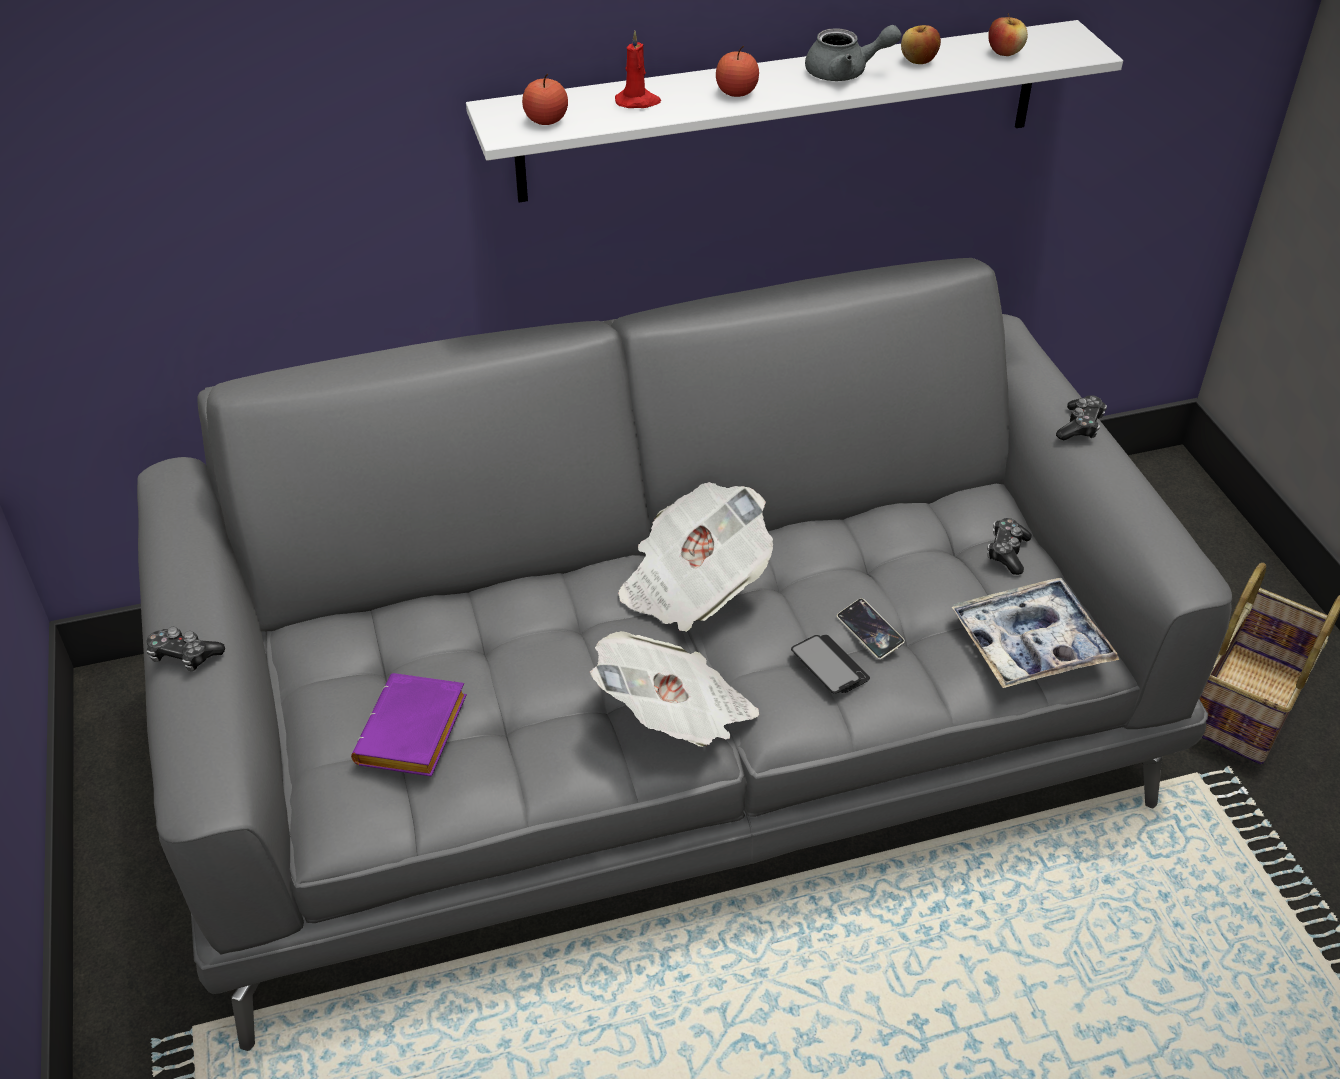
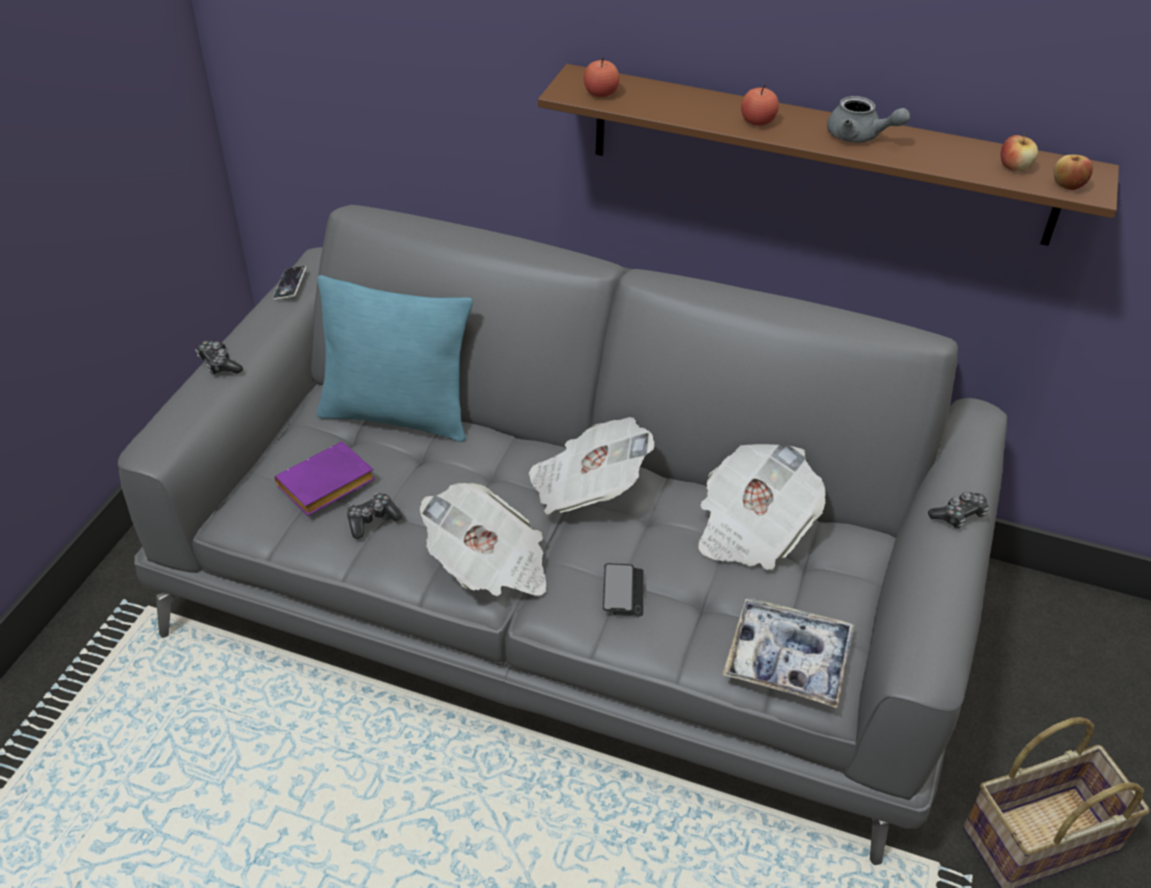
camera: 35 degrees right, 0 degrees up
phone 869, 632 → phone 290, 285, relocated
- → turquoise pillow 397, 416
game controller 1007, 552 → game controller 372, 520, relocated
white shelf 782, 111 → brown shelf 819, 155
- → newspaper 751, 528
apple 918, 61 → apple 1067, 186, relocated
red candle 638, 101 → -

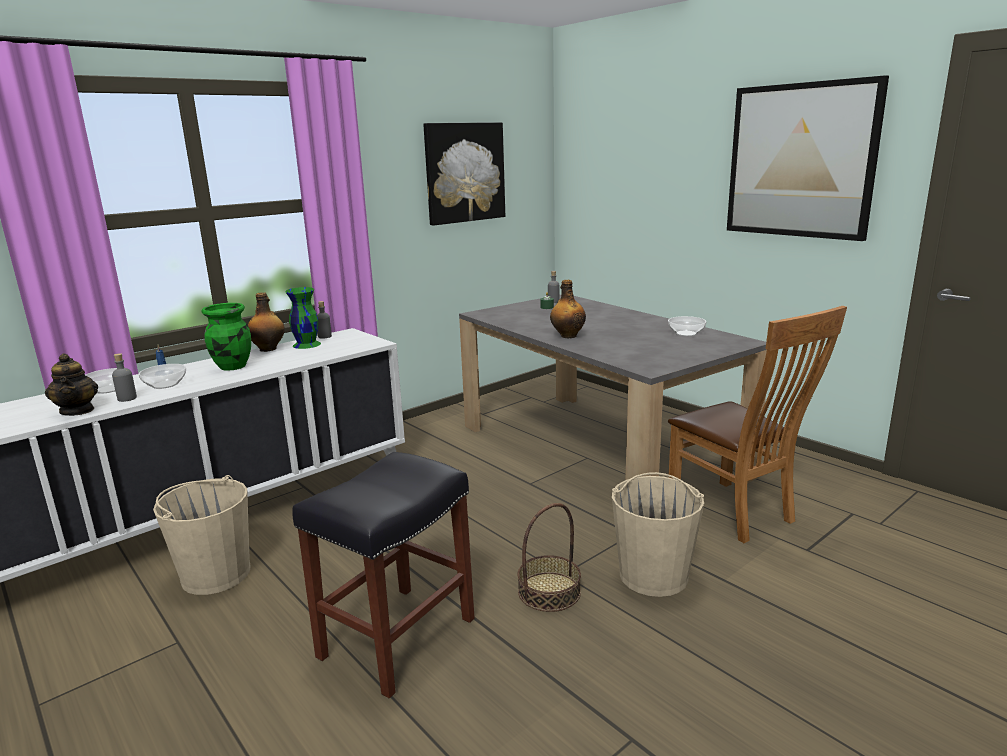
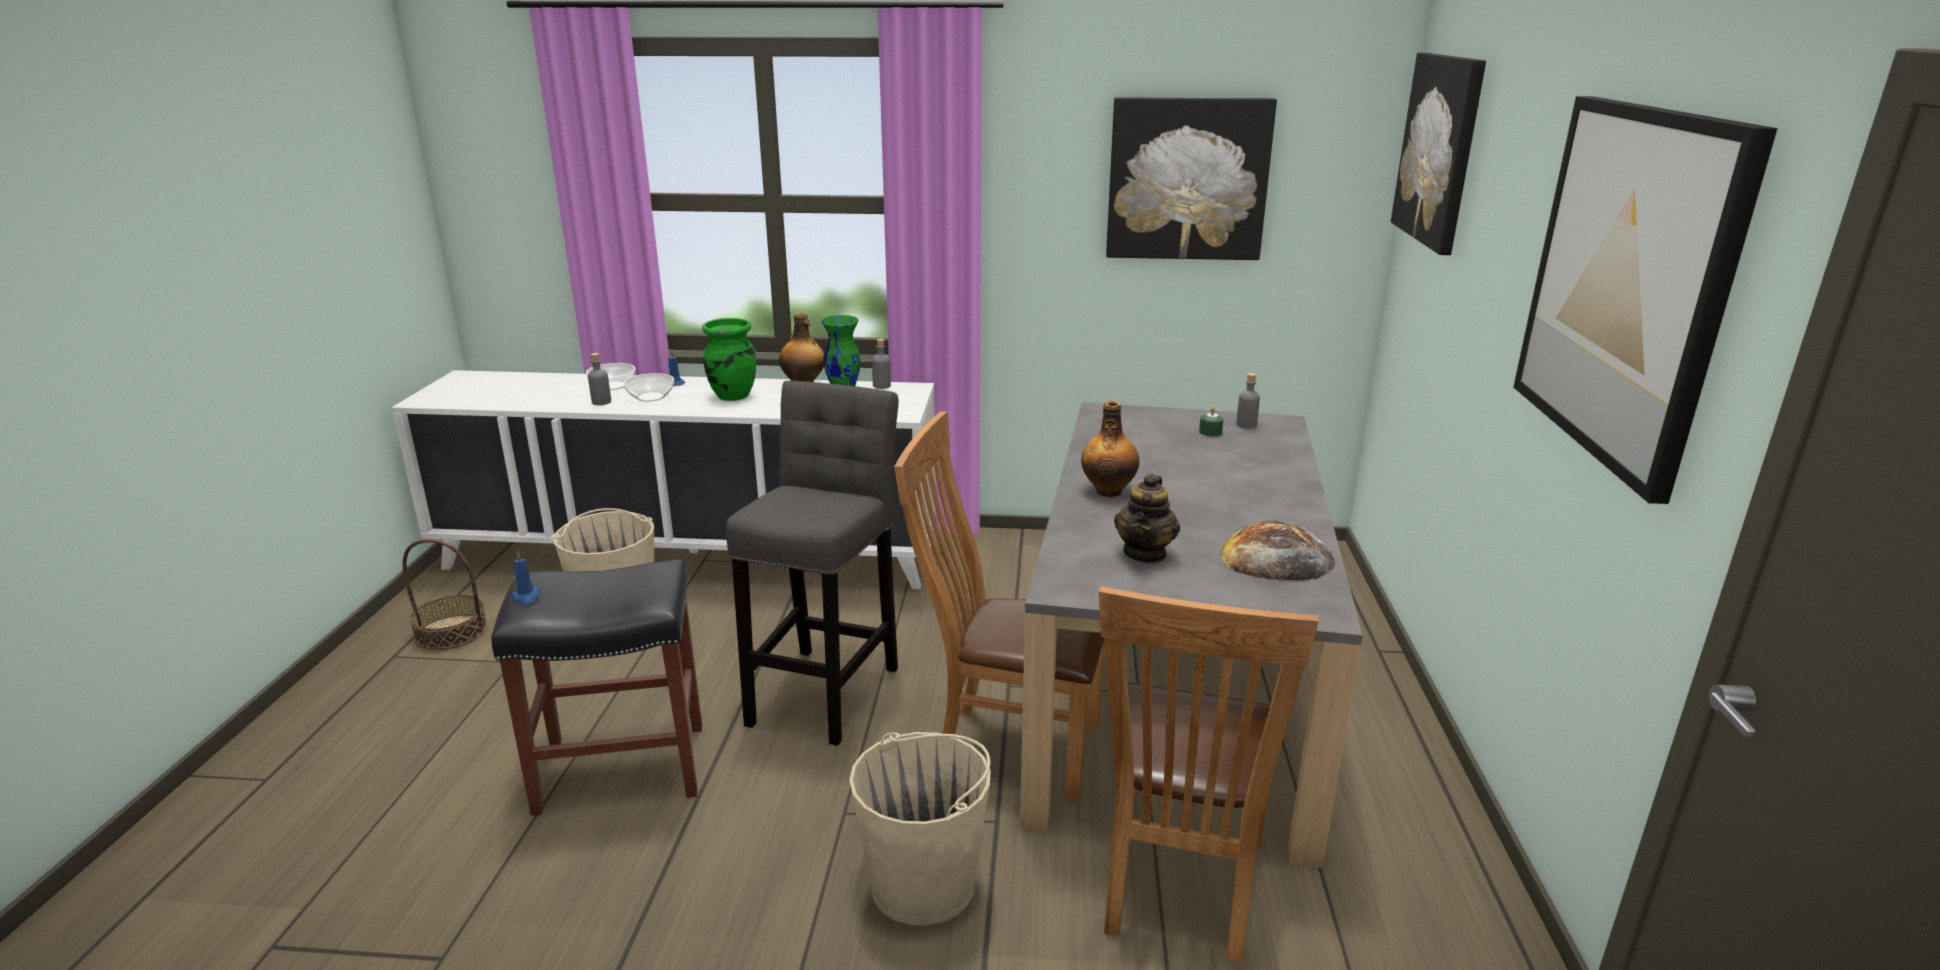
camera: 45 degrees right, 5 degrees up
basket 549, 591 → basket 451, 632, relocated
- → blue candle 526, 597
- → grey stool 827, 690
- → brown chair 1007, 747
teapot 77, 411 → teapot 1145, 553, relocated
bowl 687, 333 → bread 1276, 558
- → picture 1440, 150

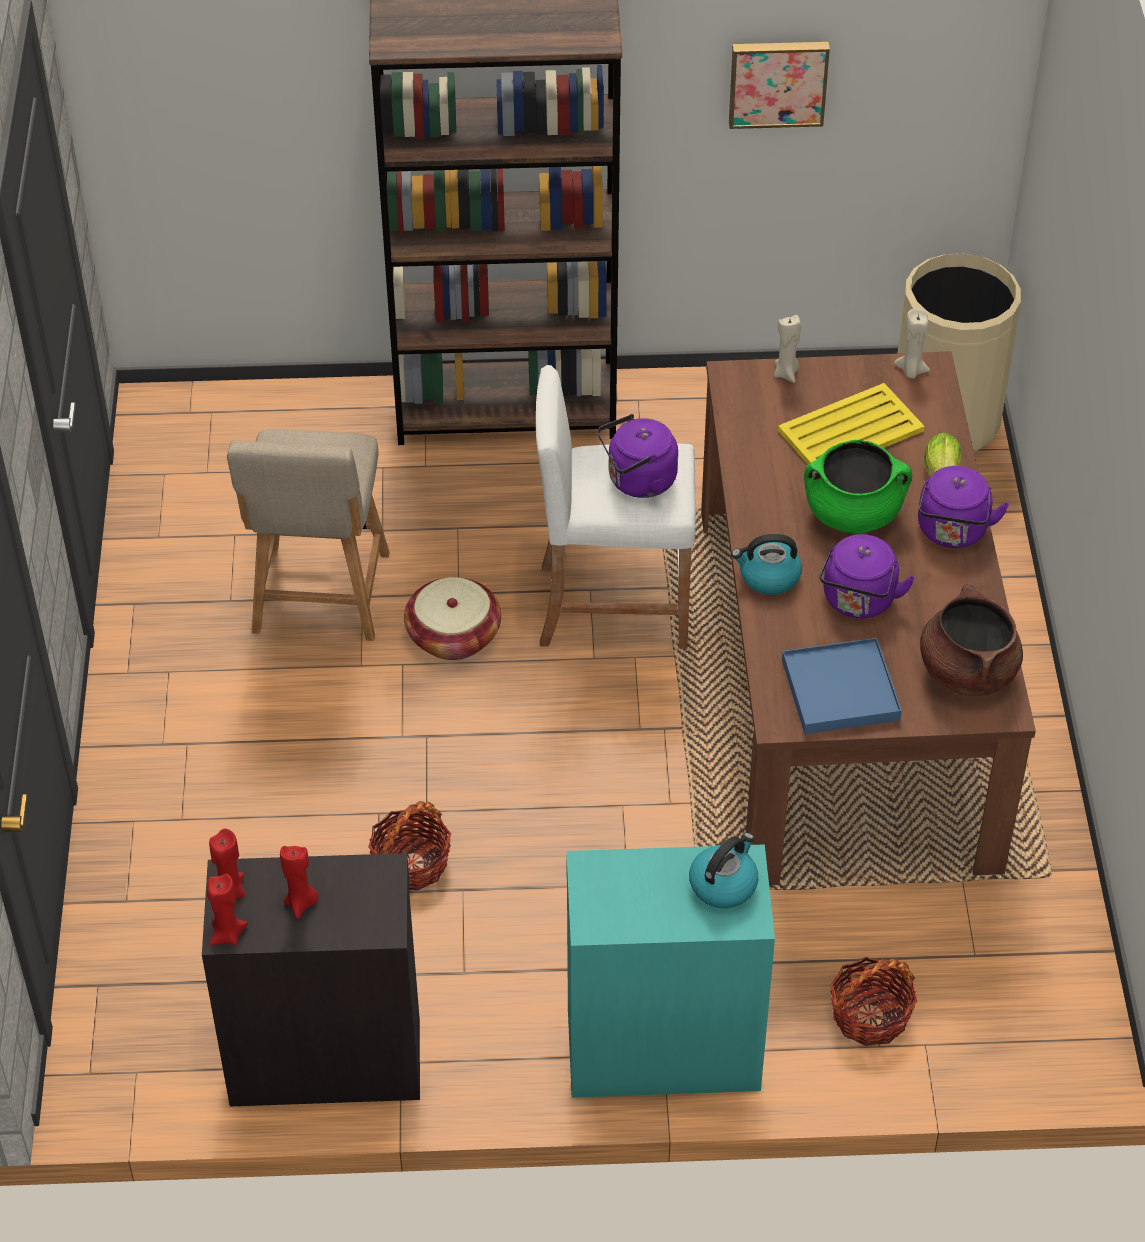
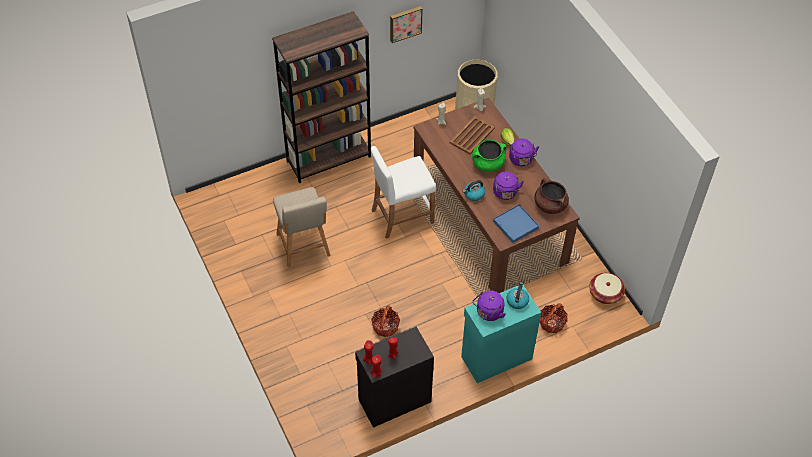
camera: 25 degrees left, 5 degrees up
yellow tray 849, 431 → brown tray 471, 136
purple kettle 638, 481 → purple kettle 488, 313, relocated
basket 453, 636 → basket 605, 294, relocated

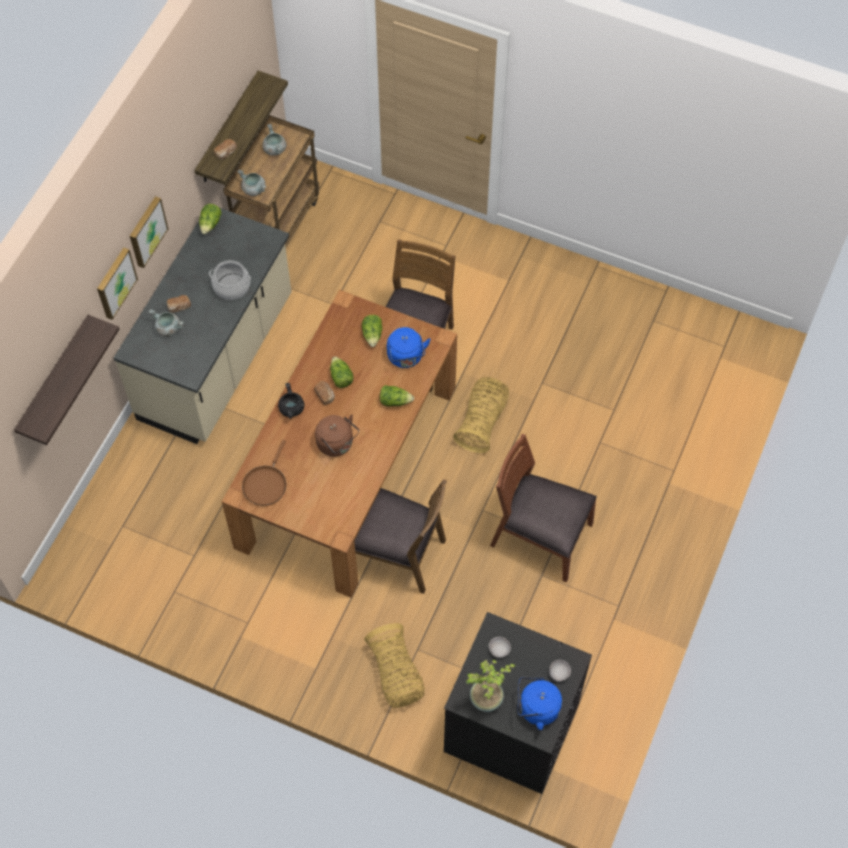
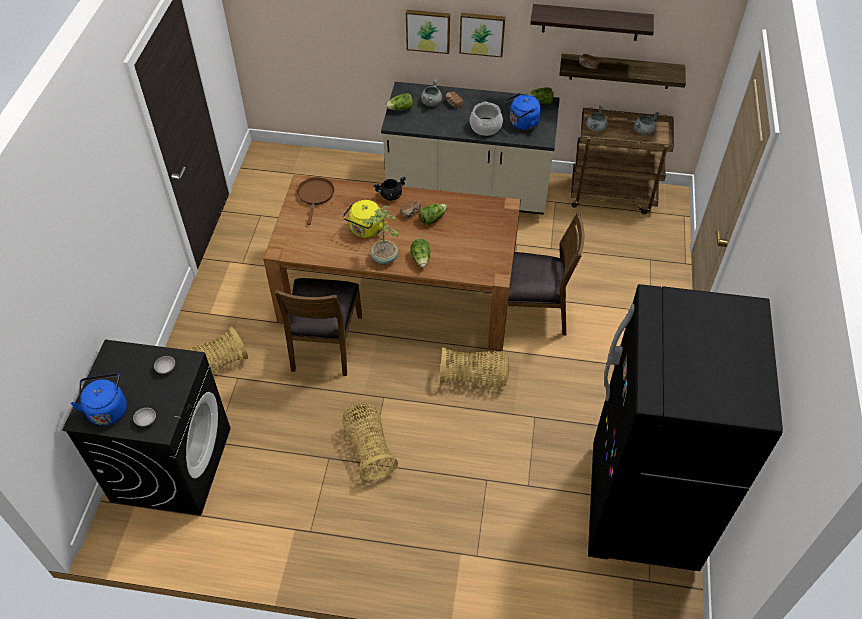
camera: 75 degrees right, 10 degrees down
brown frying pan 266, 484 → brown frying pan 315, 195, 90 degrees clockwise
brown chair 540, 536 → basket 369, 448
brown kettle 337, 444 → yellow kettle 365, 230
potted plant 487, 699 → potted plant 384, 258, relocated
lettuce 372, 335 → lettuce 400, 109, relocated
blue kettle 406, 357 → blue kettle 522, 123, relocated
shelf 55, 380 → shelf 590, 22, relocated
- → black fridge 642, 507

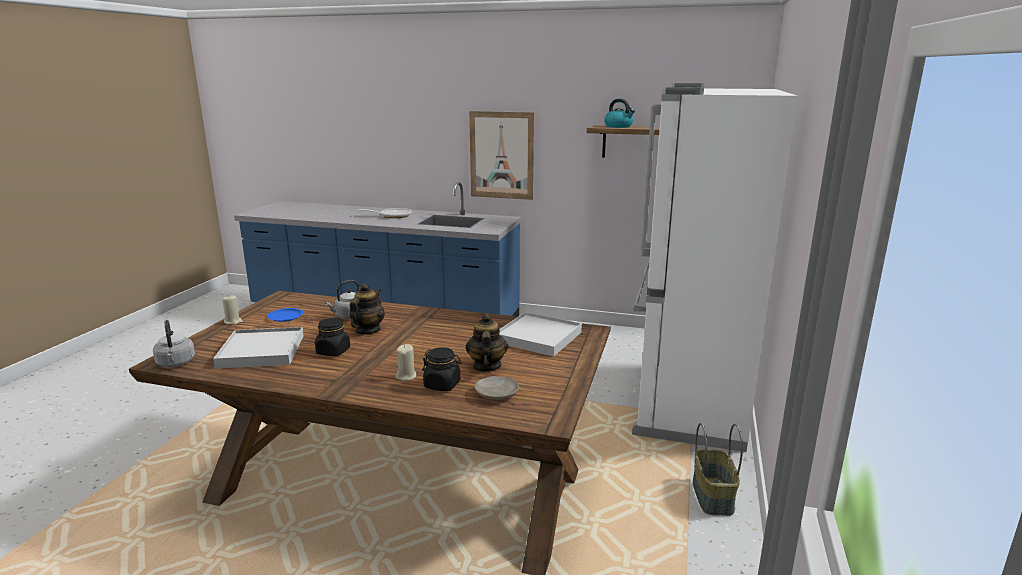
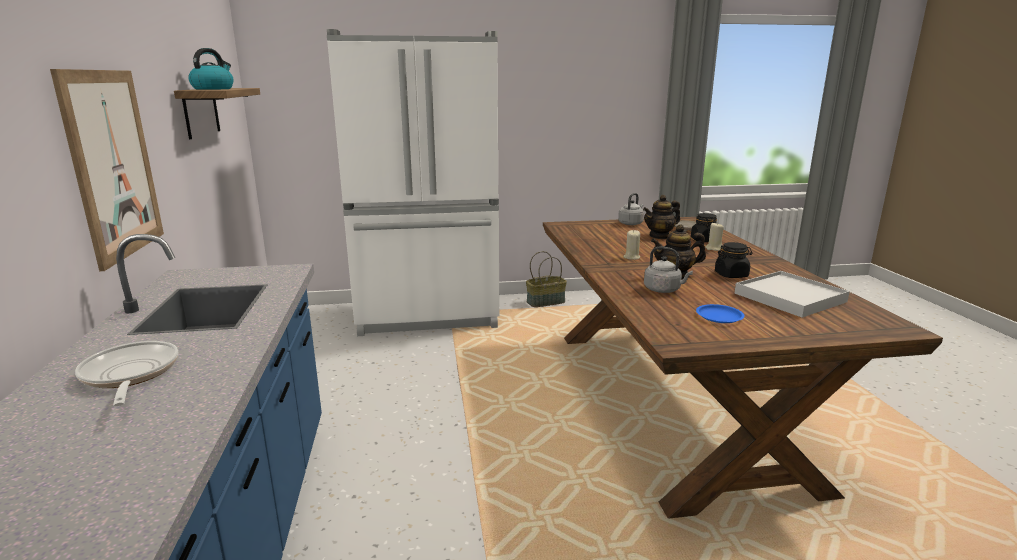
camera: 115 degrees left, 0 degrees up
grey kettle 176, 364 → grey kettle 631, 223, relocated
beige candle 233, 321 → beige candle 631, 257, relocated
white tray 538, 337 → -

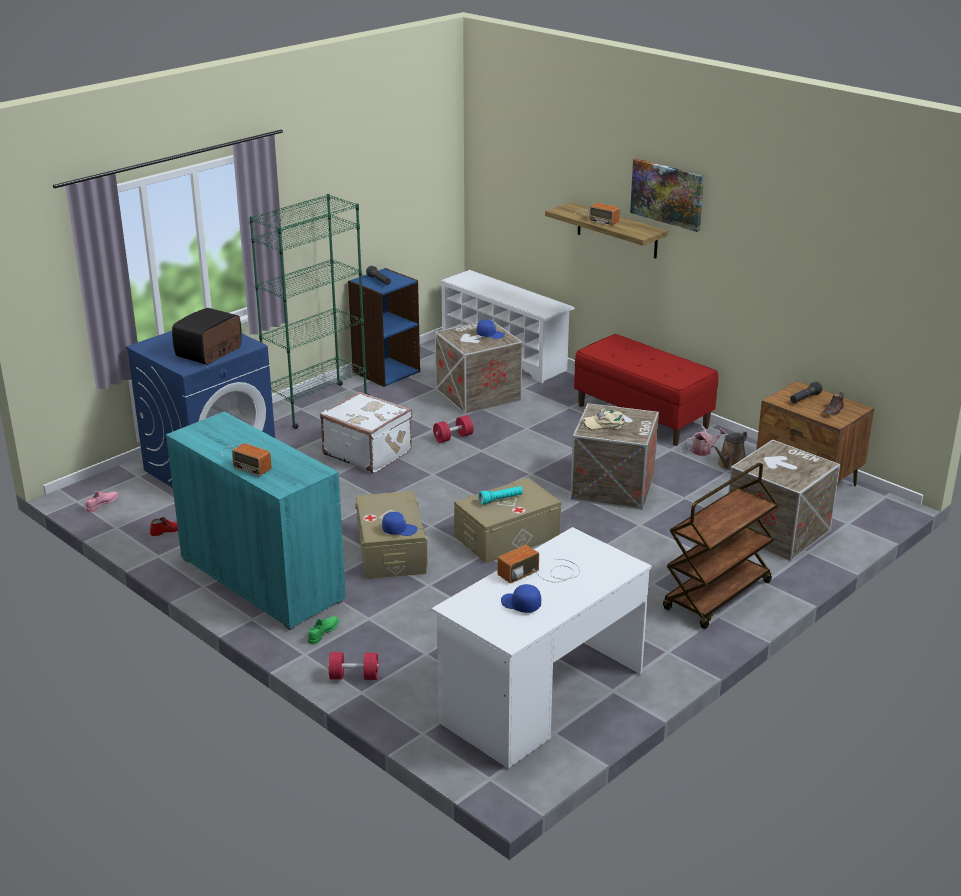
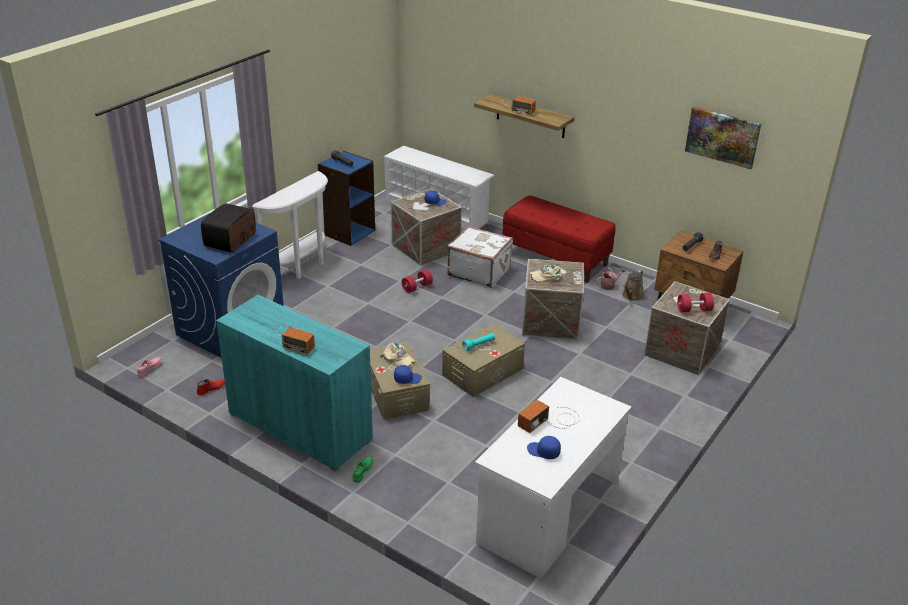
camera: 10 degrees left, 5 degrees up
green bookcase 317, 406 → white console table 302, 266
- → beige cap 398, 359
white suitcase 368, 453 → white suitcase 479, 271, relocated
red dumbbell 354, 676 → red dumbbell 694, 310, relocated
picture 667, 194 → picture 722, 137, relocated
brown cart 717, 596 → -

